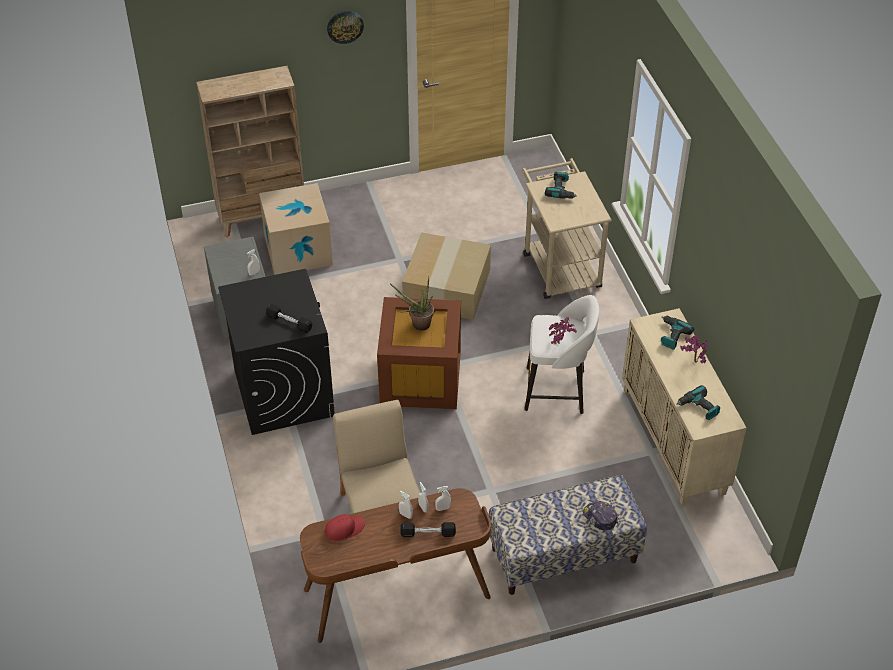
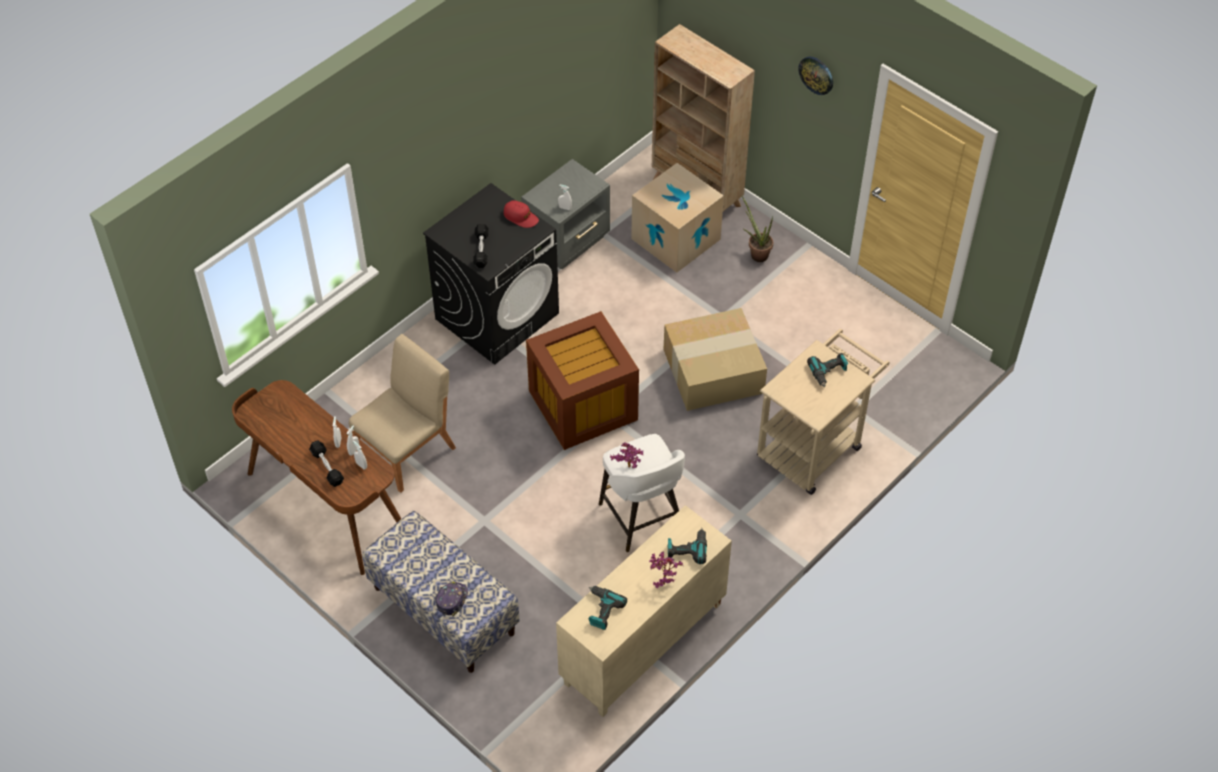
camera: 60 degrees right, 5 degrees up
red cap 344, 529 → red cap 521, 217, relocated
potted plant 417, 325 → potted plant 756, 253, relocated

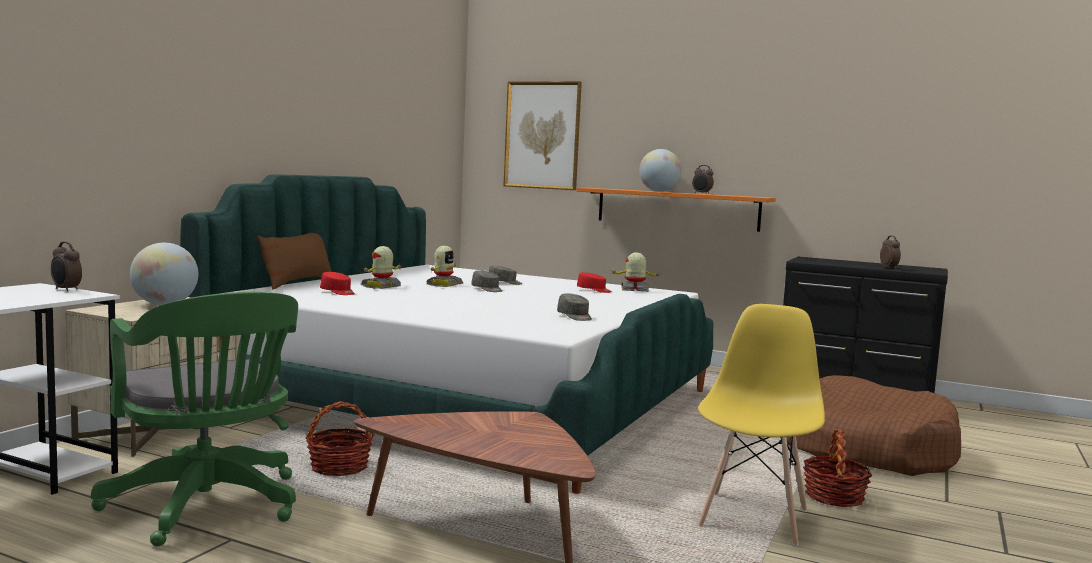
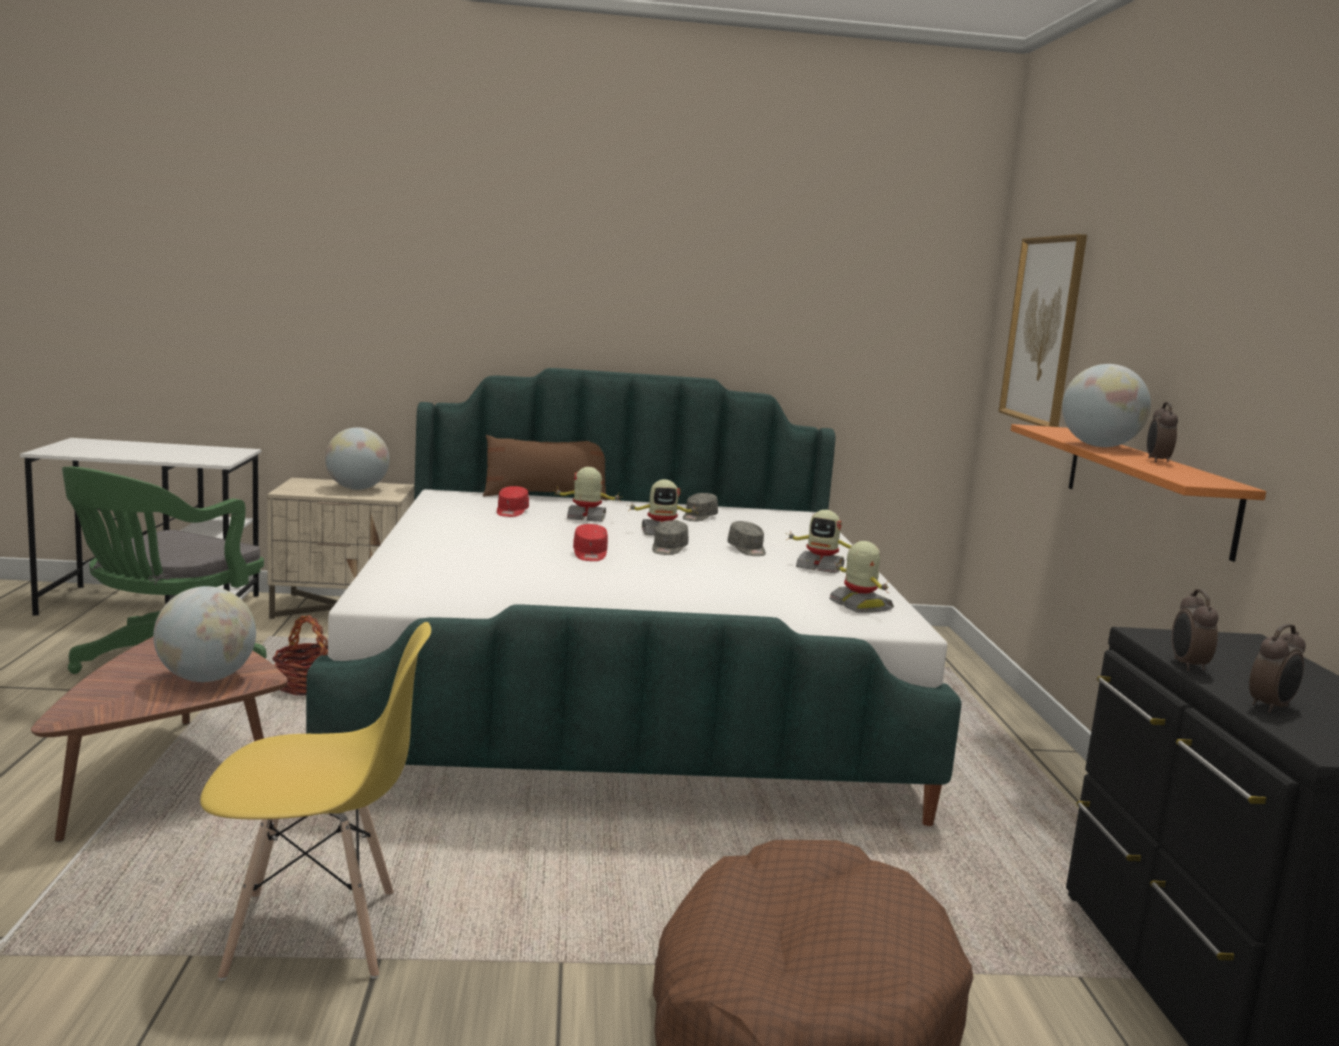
camera: 60 degrees right, 5 degrees up
- → globe 206, 679
red cap 594, 290 → red cap 590, 554, relocated
grey cap 575, 317 → grey cap 698, 517, relocated
- → toy robot 820, 567
alarm clock 66, 290 → alarm clock 1187, 666, relocated
basket 834, 497 → -

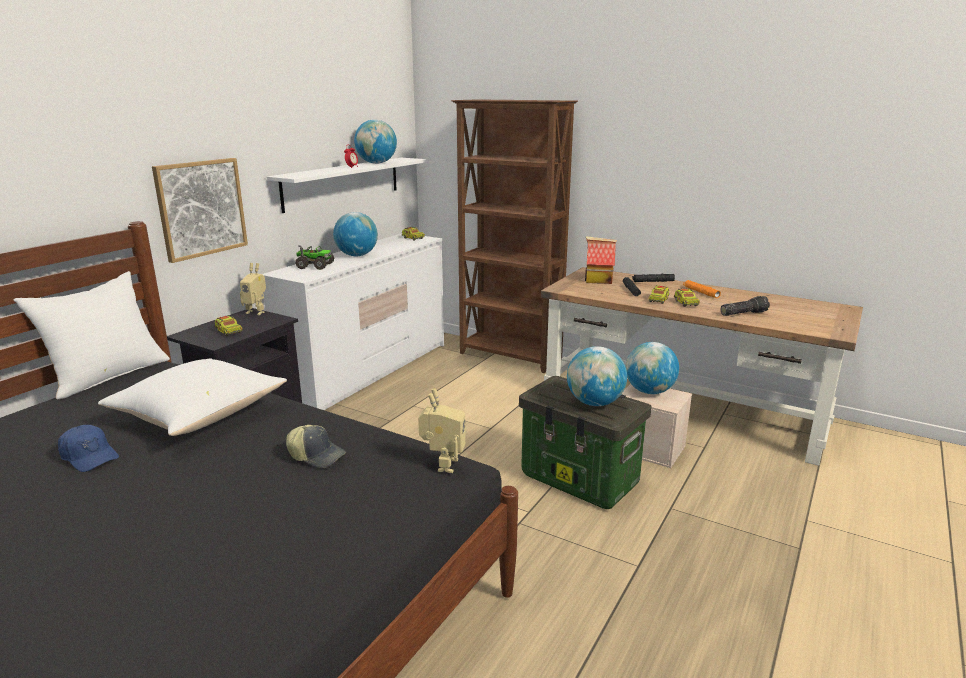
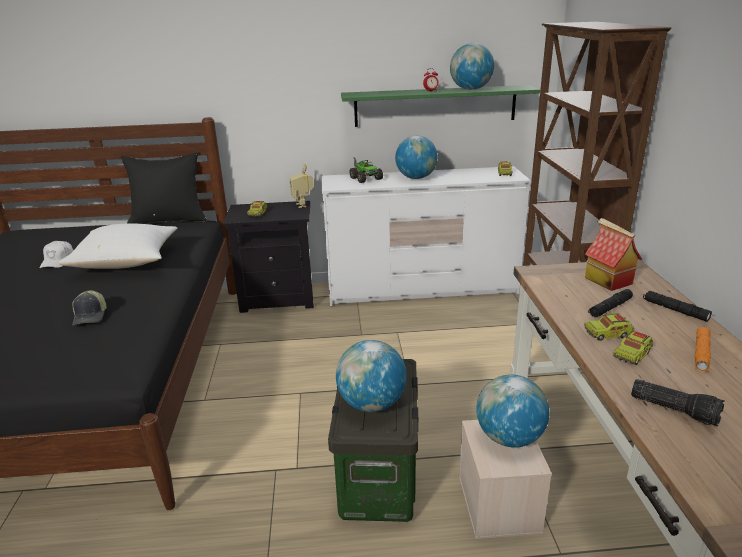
camera: 55 degrees right, 5 degrees up
blue cap 89, 456 → white cap 58, 261
white pillow 108, 375 → black pillow 169, 219
white shelf 343, 183 → green shelf 435, 106
picture 201, 208 → -
toy robot 443, 465 → -

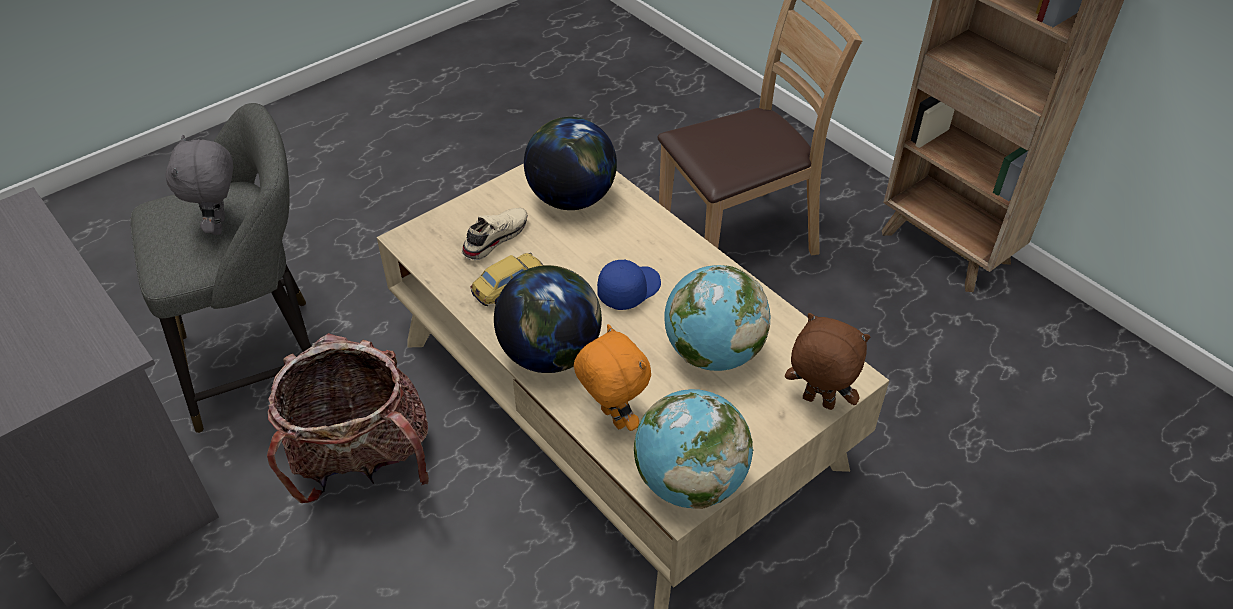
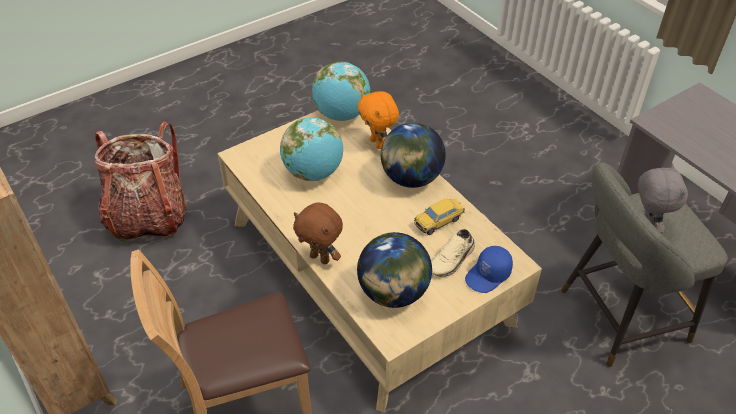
camera: 175 degrees left, 0 degrees up
backpack 362, 461 → backpack 148, 217, relocated
brown plush toy 817, 403 → brown plush toy 320, 258, relocated
blue cap 628, 289 → blue cap 488, 275, relocated

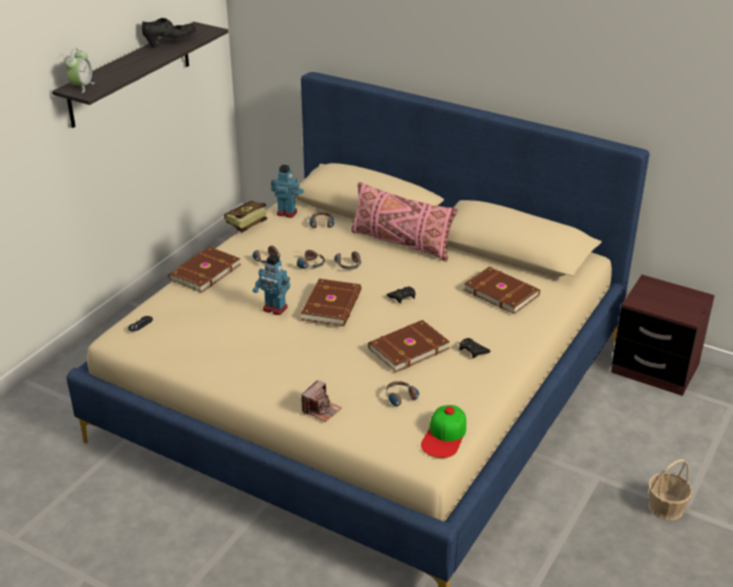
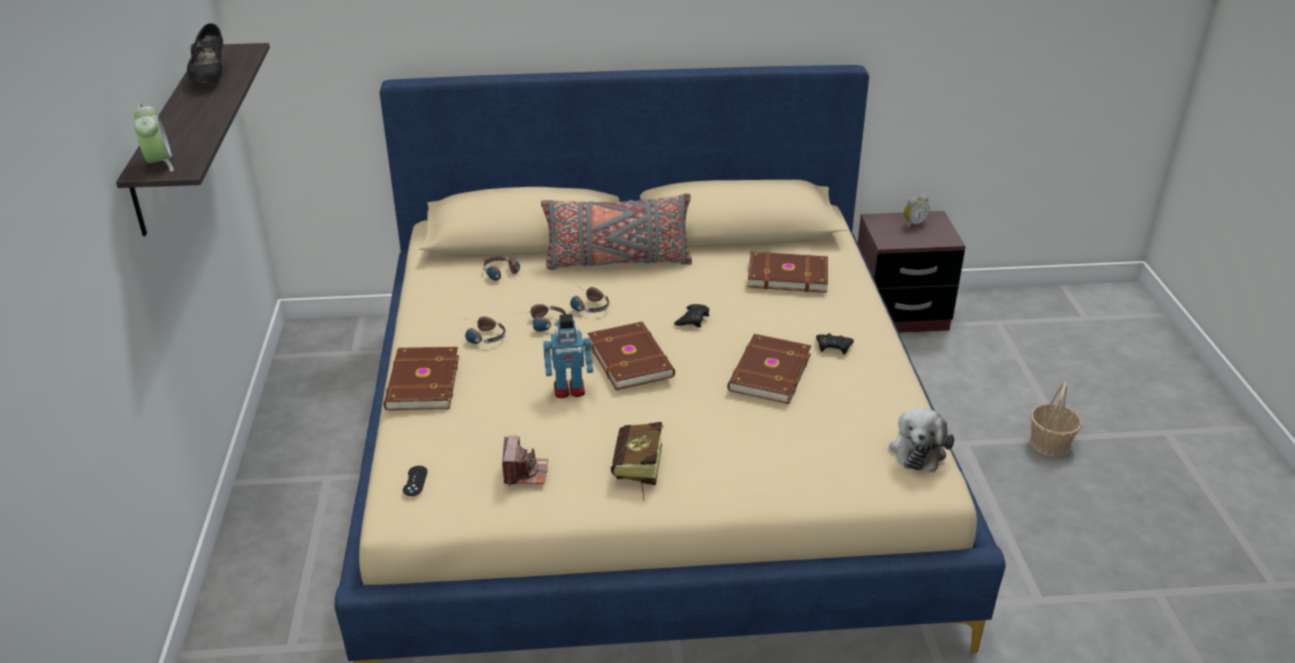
camera: 35 degrees left, 0 degrees up
black shoe 170, 42 → black shoe 210, 77, 150 degrees clockwise
photo camera 321, 410 → photo camera 525, 472, relocated
pink pillow 401, 243 → grey pillow 617, 261
book 243, 226 → book 637, 473, relocated
cap 444, 436 → plush toy 918, 449
- → alarm clock 913, 224
toy robot 287, 212 → -
headphones 403, 400 → -

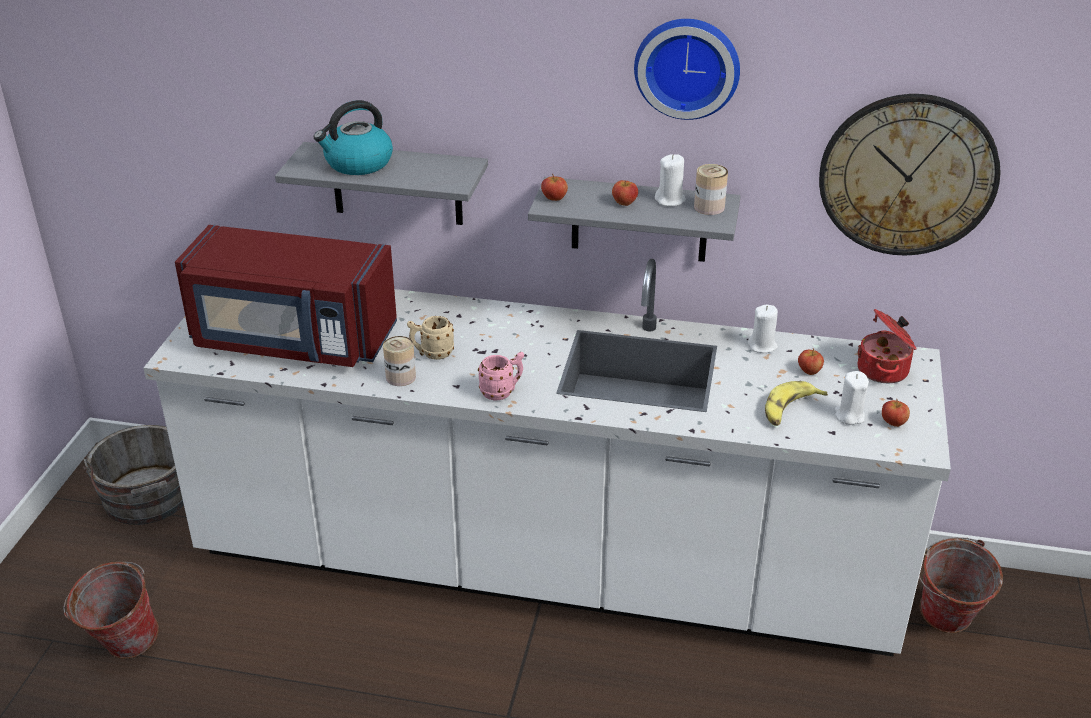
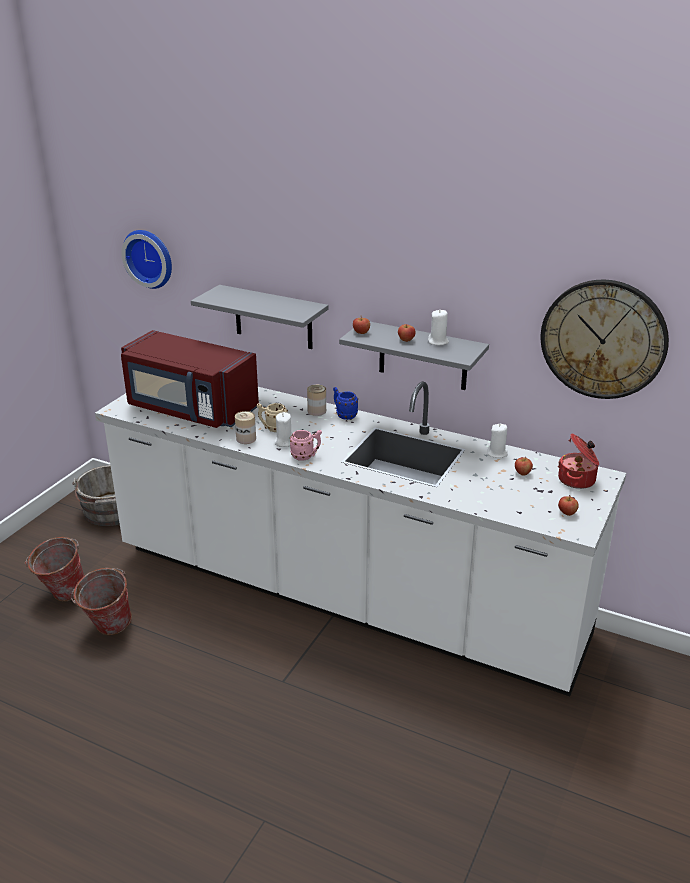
camera: 15 degrees right, 5 degrees down
bucket 944, 624 → bucket 107, 629, relocated
wall clock 687, 66 → wall clock 150, 258, relocated
white candle 849, 416 → white candle 283, 442, relocated
can 709, 207 → can 317, 411, relocated
- → blue mug 344, 415
kettle 357, 164 → -
banana 790, 410 → -

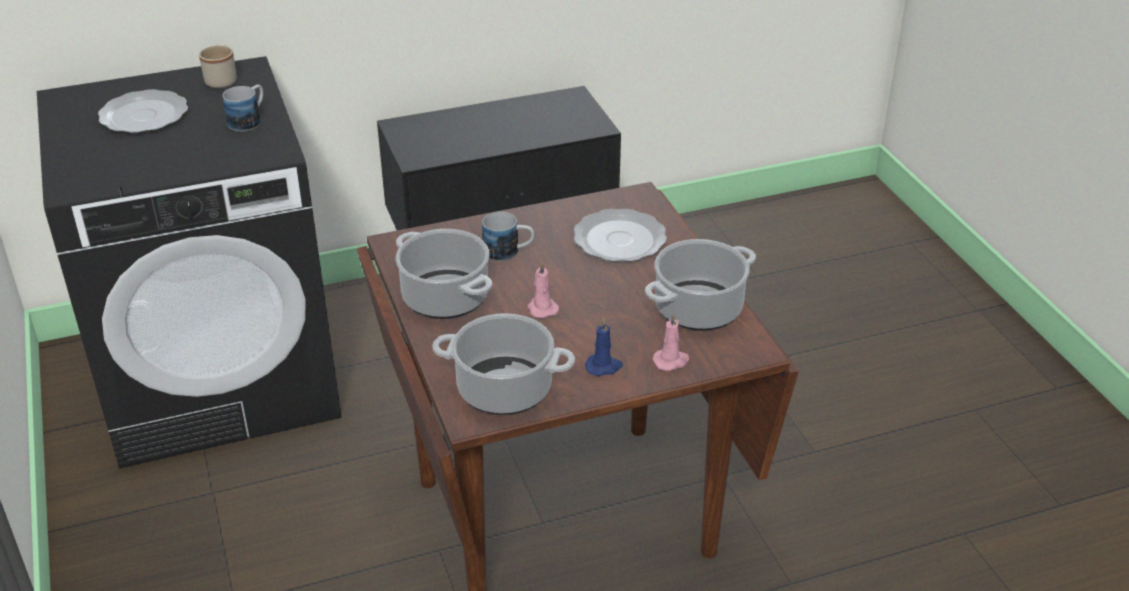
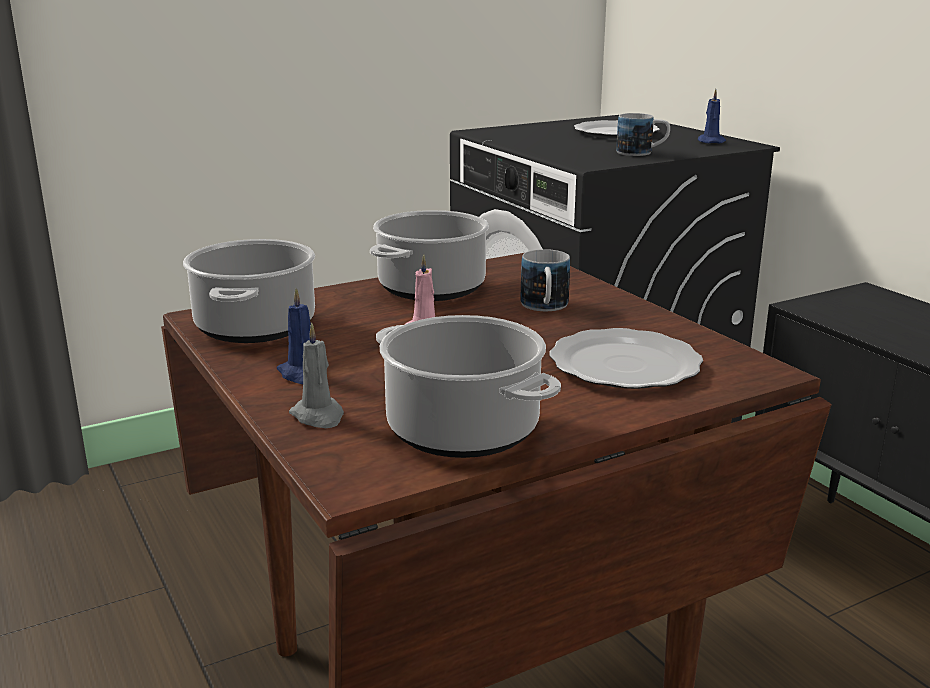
camera: 80 degrees right, 15 degrees down
pink candle 671, 361 → grey candle 318, 416
beige mug 223, 79 → blue candle 710, 141

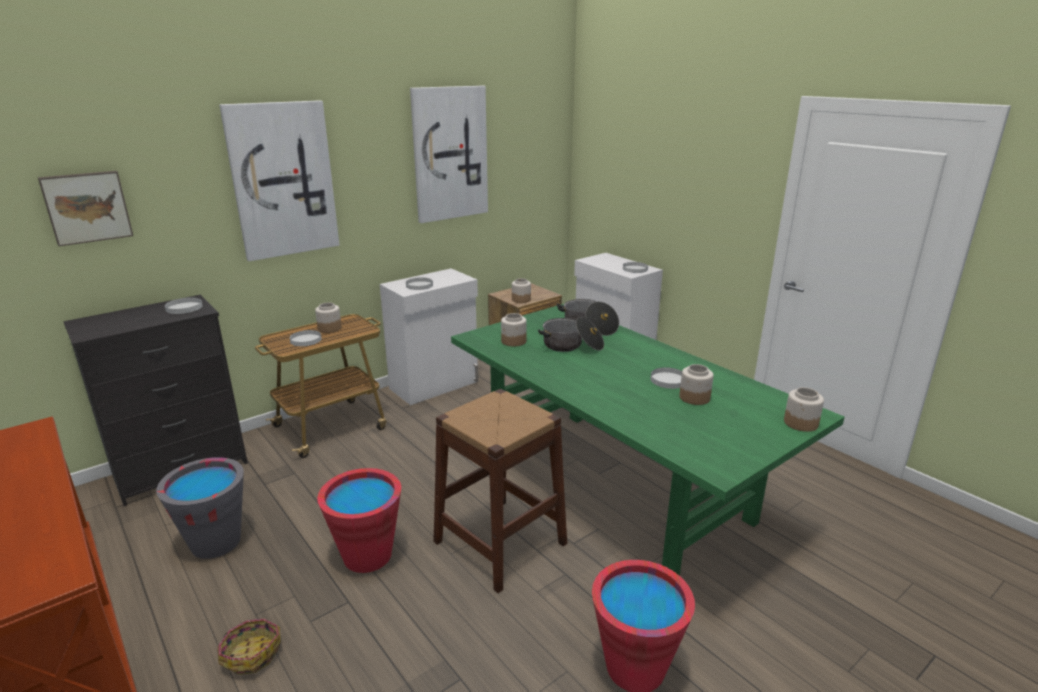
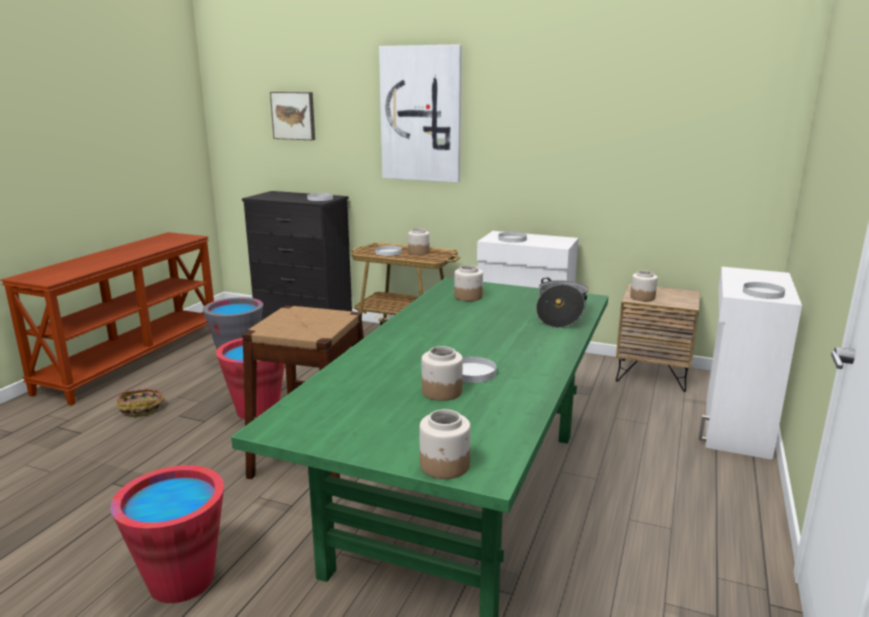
camera: 60 degrees right, 5 degrees down
picture 449, 154 → -
cooking pot 572, 346 → -

